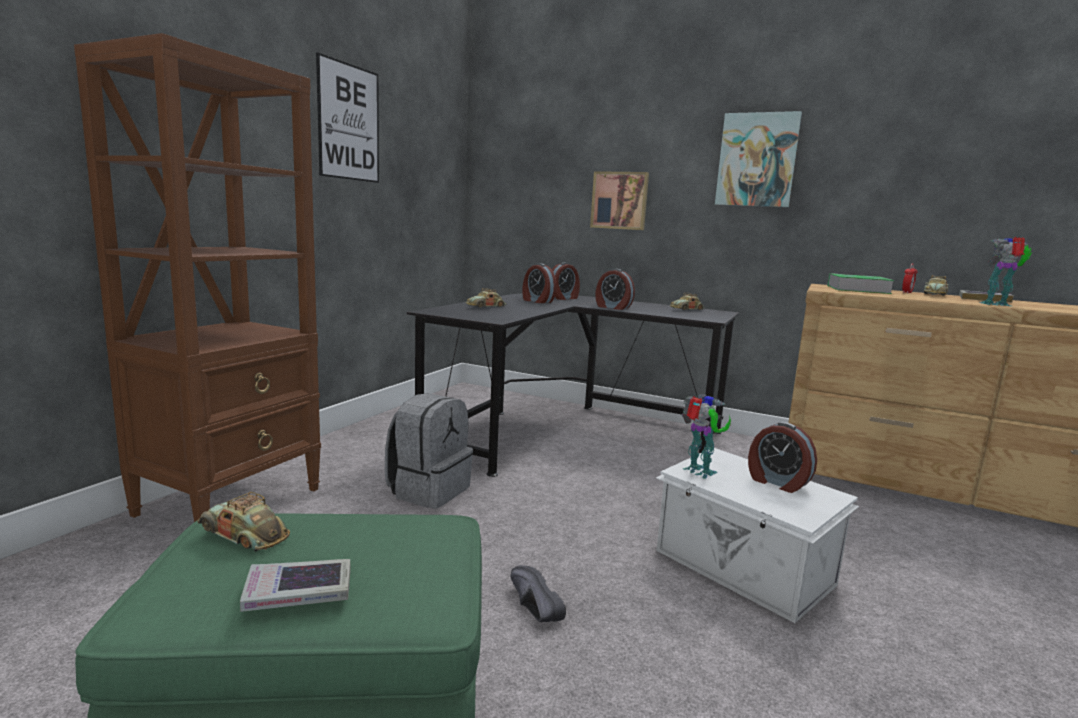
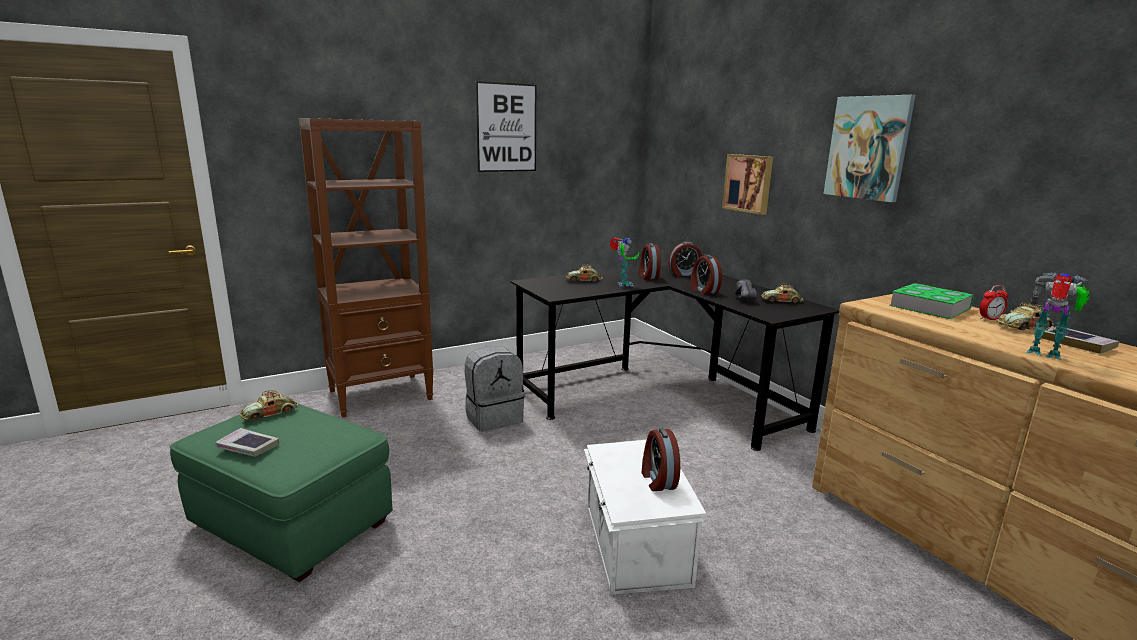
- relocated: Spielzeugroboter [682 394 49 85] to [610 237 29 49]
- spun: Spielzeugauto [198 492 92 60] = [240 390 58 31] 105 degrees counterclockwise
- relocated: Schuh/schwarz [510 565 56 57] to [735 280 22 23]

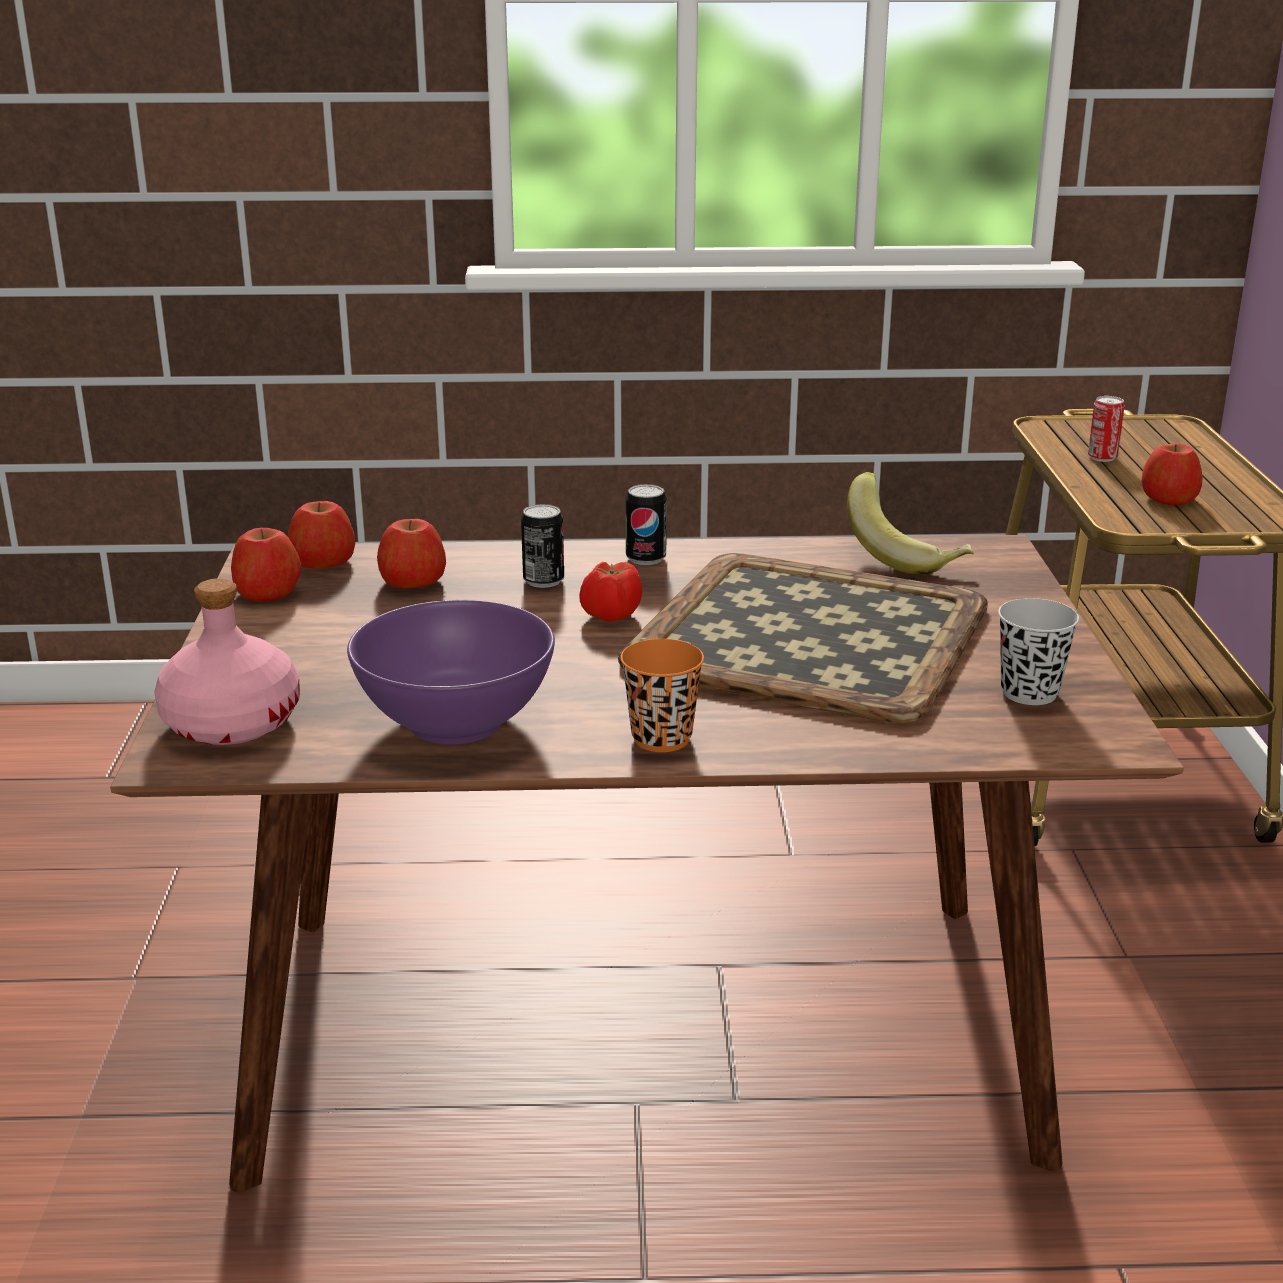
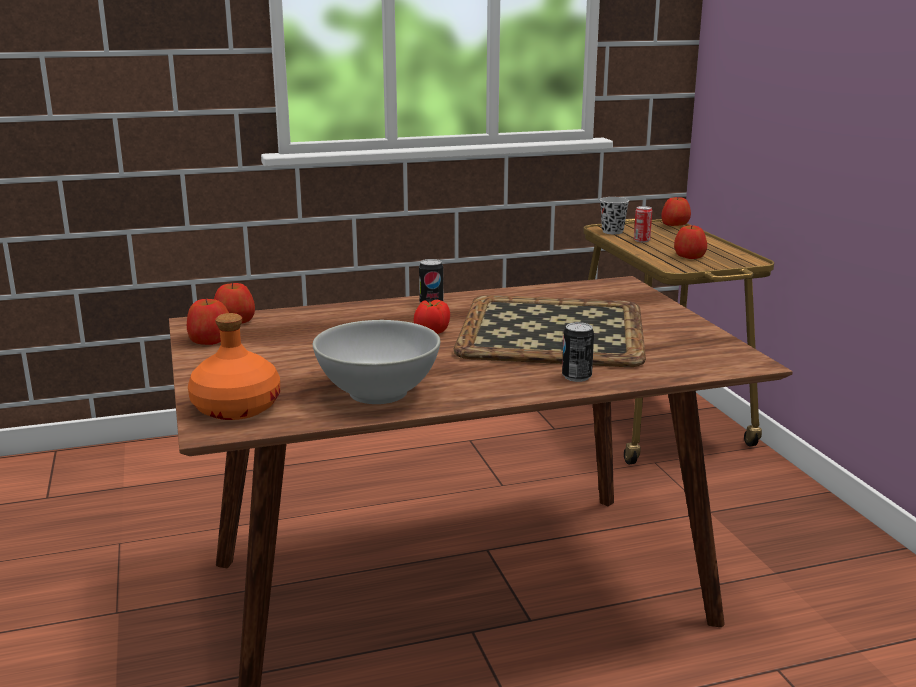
- missing: Banane [847 472 127 102]
- relocated: Dose [521 504 43 84] to [562 322 32 60]
- relocated: Apfel [377 519 69 69] to [661 197 30 29]
- colour: Flasche/rosa [154 578 146 167] to Flasche/orange [188 313 92 107]
- relocated: Tasse/schwarz [998 598 81 107] to [600 197 29 37]
- colour: Schüssel/lila [347 600 208 145] to Schüssel/weiß [313 320 127 84]
- missing: Tasse/orange [620 639 84 113]

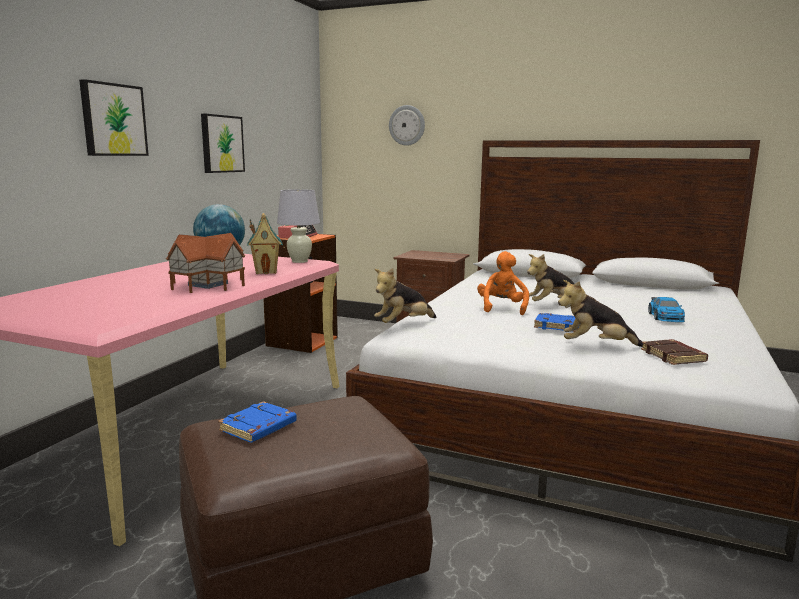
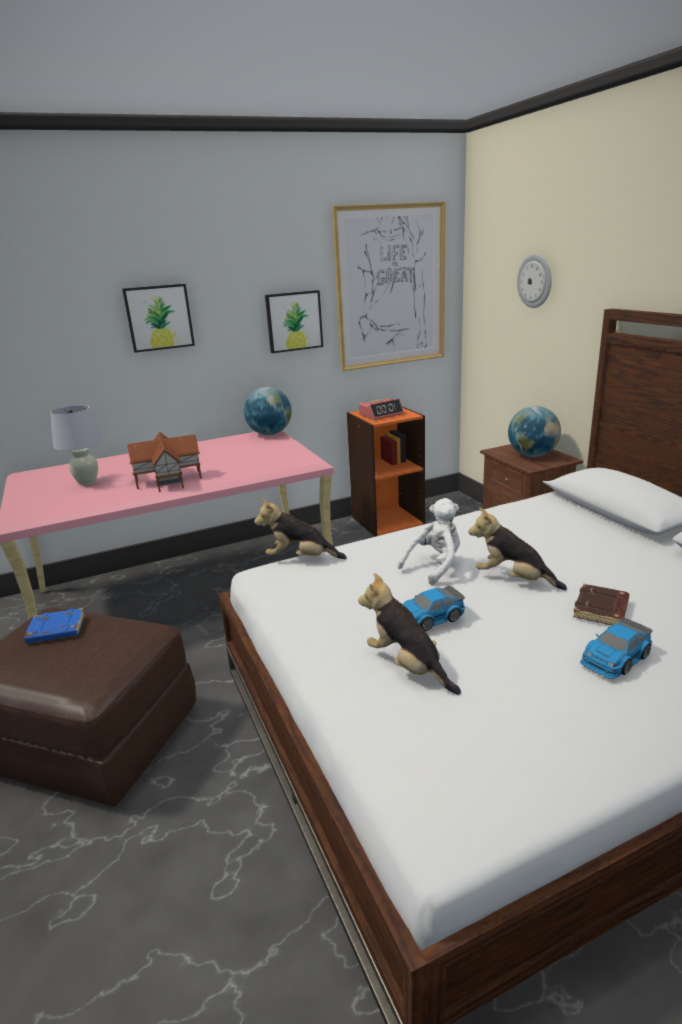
- relocated: Tischlampe/weiß [277 189 43 74] to [50 405 52 81]
- missing: Spielzeughaus [247 213 36 61]
- colour: Plüschtier/orange [477 251 52 64] to Plüschtier/weiß [398 498 62 87]
- exchanged: Buch/blau [534 313 45 19] to Spielzeugauto [403 586 62 45]
- relocated: Buch/braun [641 339 67 26] to [573 583 57 43]
- appeared: Bild [332 202 113 169]
- appeared: Globus [508 406 53 51]

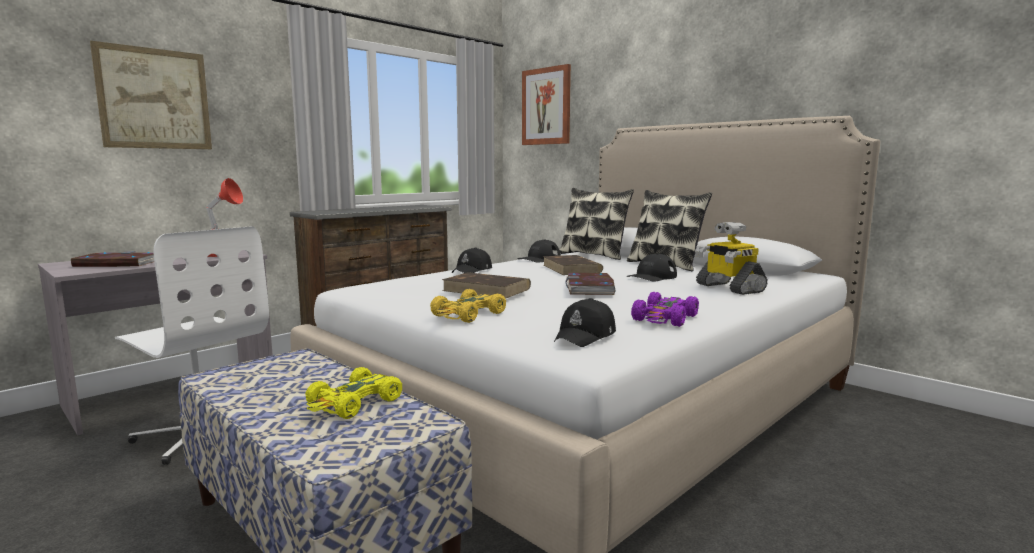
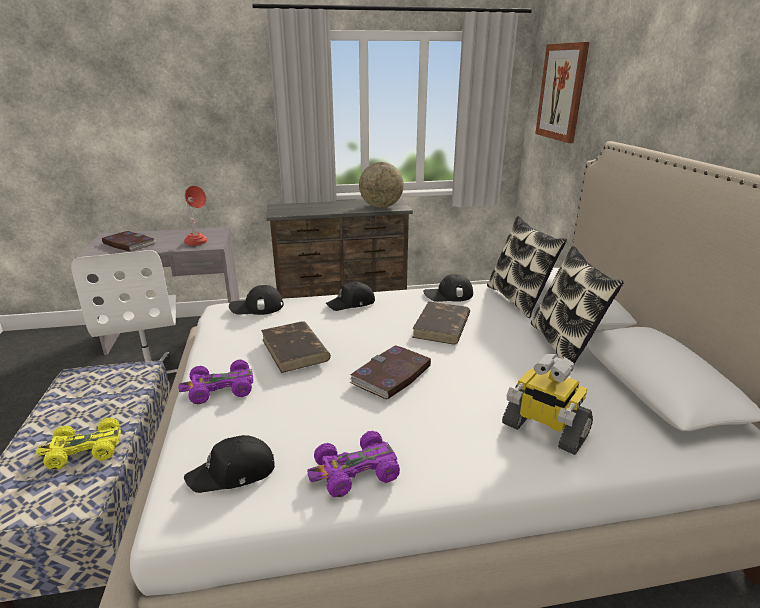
- missing: Bild [90 41 122 108]
- spun: Spielzeugroboter [695 222 73 73] = [502 354 91 101] 60 degrees counterclockwise
- relocated: Kappe/schwarz [626 253 51 29] to [229 285 55 30]
- colour: Spielzeugauto/gelb [430 289 76 34] to Spielzeugauto/lila [178 360 75 44]
- appeared: Globus [359 162 45 46]

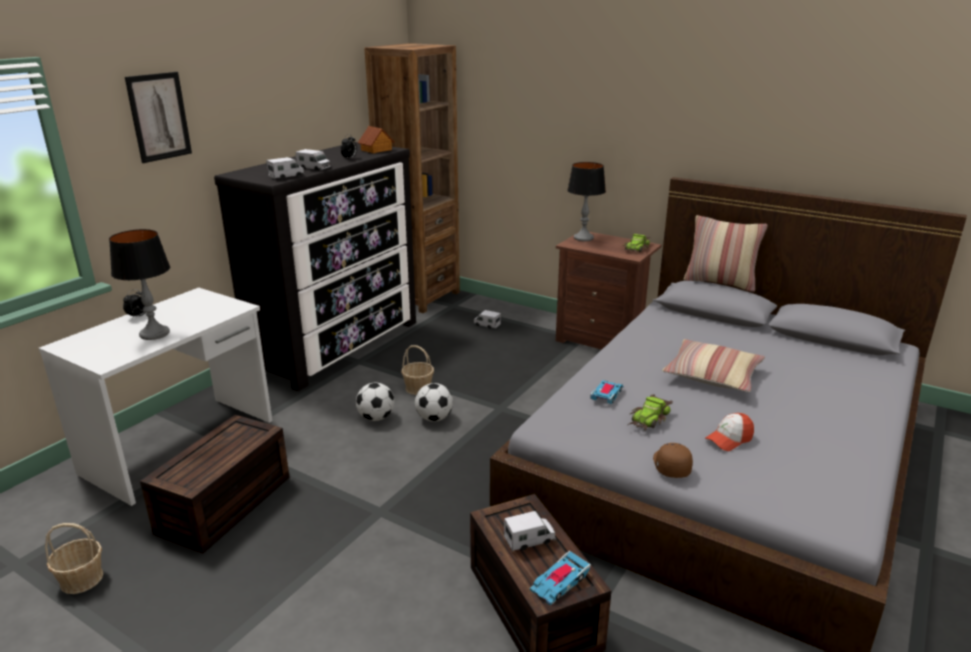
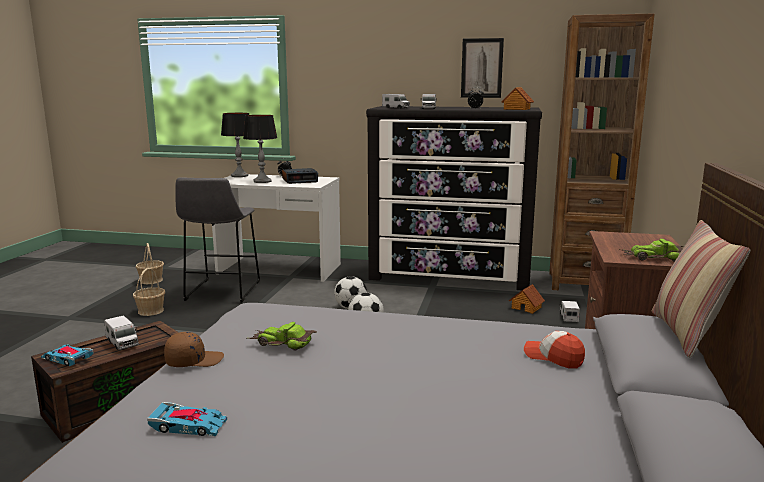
- relocated: Bild [125 72 67 91] to [461 38 43 60]
- relocated: Tischlampe [567 162 39 79] to [221 113 28 64]
- missing: Kissen [662 339 103 53]
- relocated: Korb [401 345 33 50] to [133 268 32 48]
- relocated: Spielzeugauto [590 380 34 24] to [147 402 80 34]
- relocated: Kappe [705 413 49 38] to [524 331 61 38]
- exchanged: Aufbewahrungsbox/braun [140 415 150 138] to Hocker/grau [175 177 85 126]
- appeared: Wecker [282 168 36 16]
- appeared: Spielzeughaus [509 284 36 30]

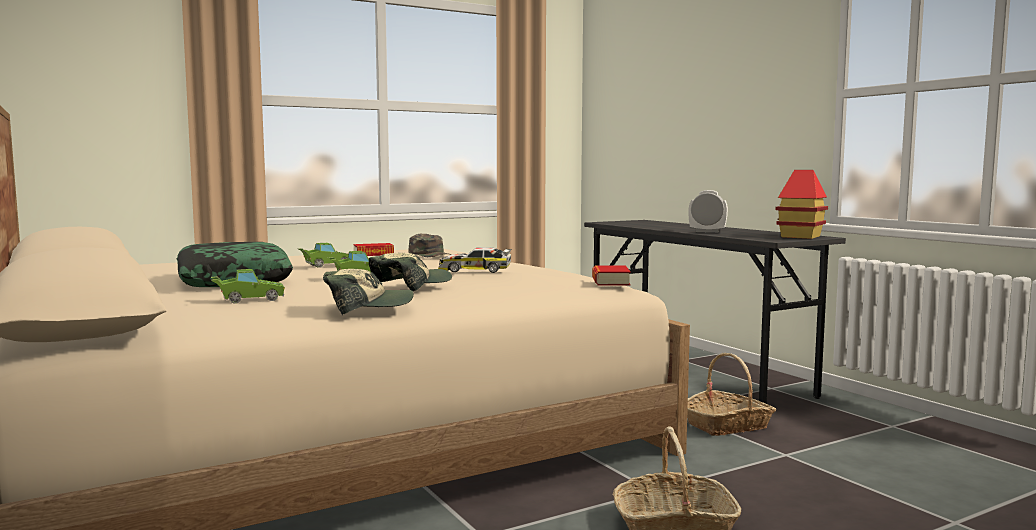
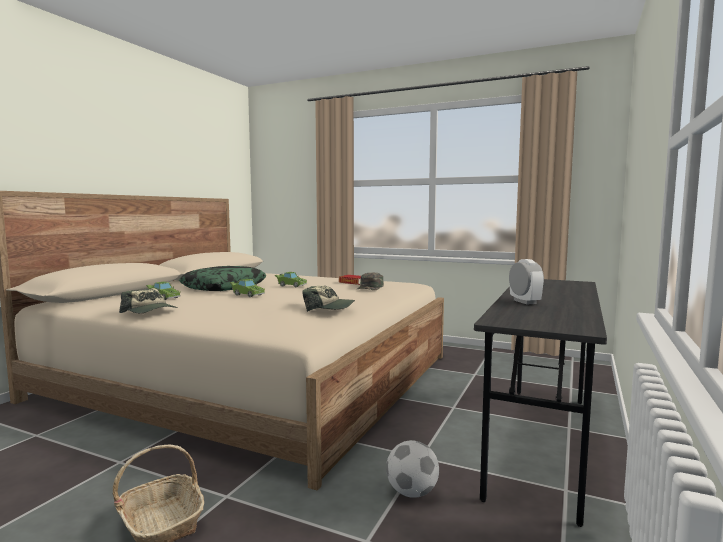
- missing: Spielzeughaus [775 170 53 69]
- missing: Spielzeugauto [438 247 74 26]
- relocated: Kappe [369 253 83 38] to [302 285 53 27]
- missing: Buch [592 265 39 21]
- exchanged: Korb [687 353 90 83] to Fußball [386 440 53 58]

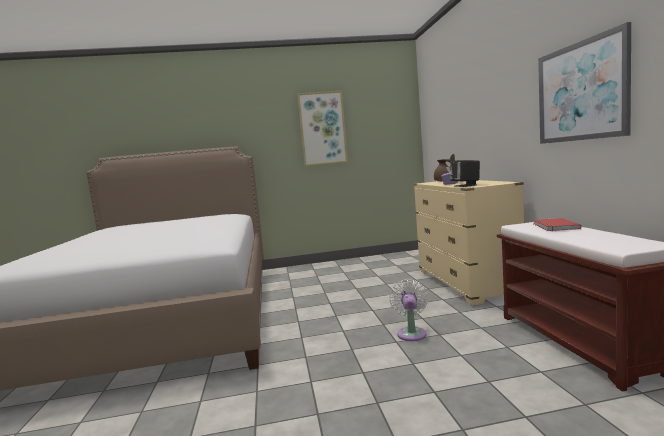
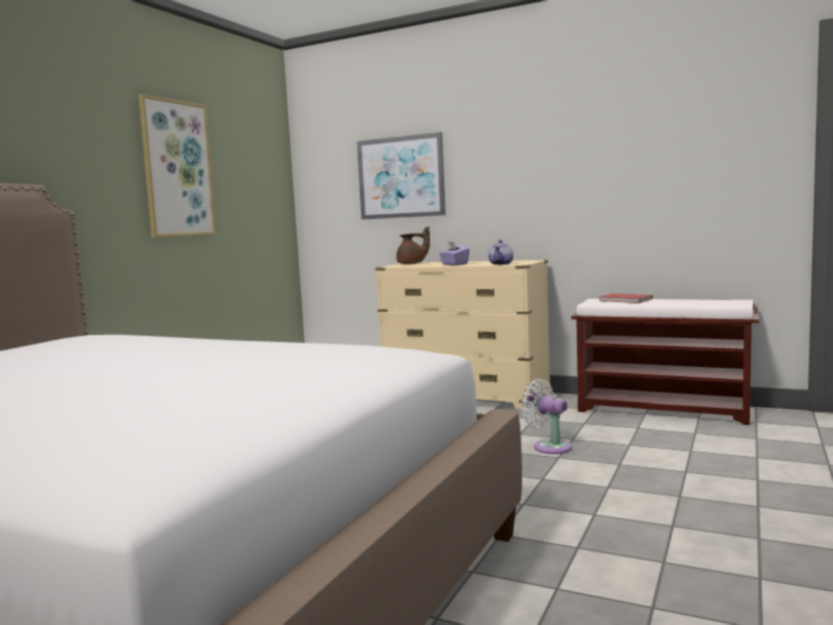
- relocated: Bild [538 22 93 122] to [357 132 89 88]
- exchanged: Lautsprecher/schwarz [450 160 30 27] to Teekanne [488 240 26 25]

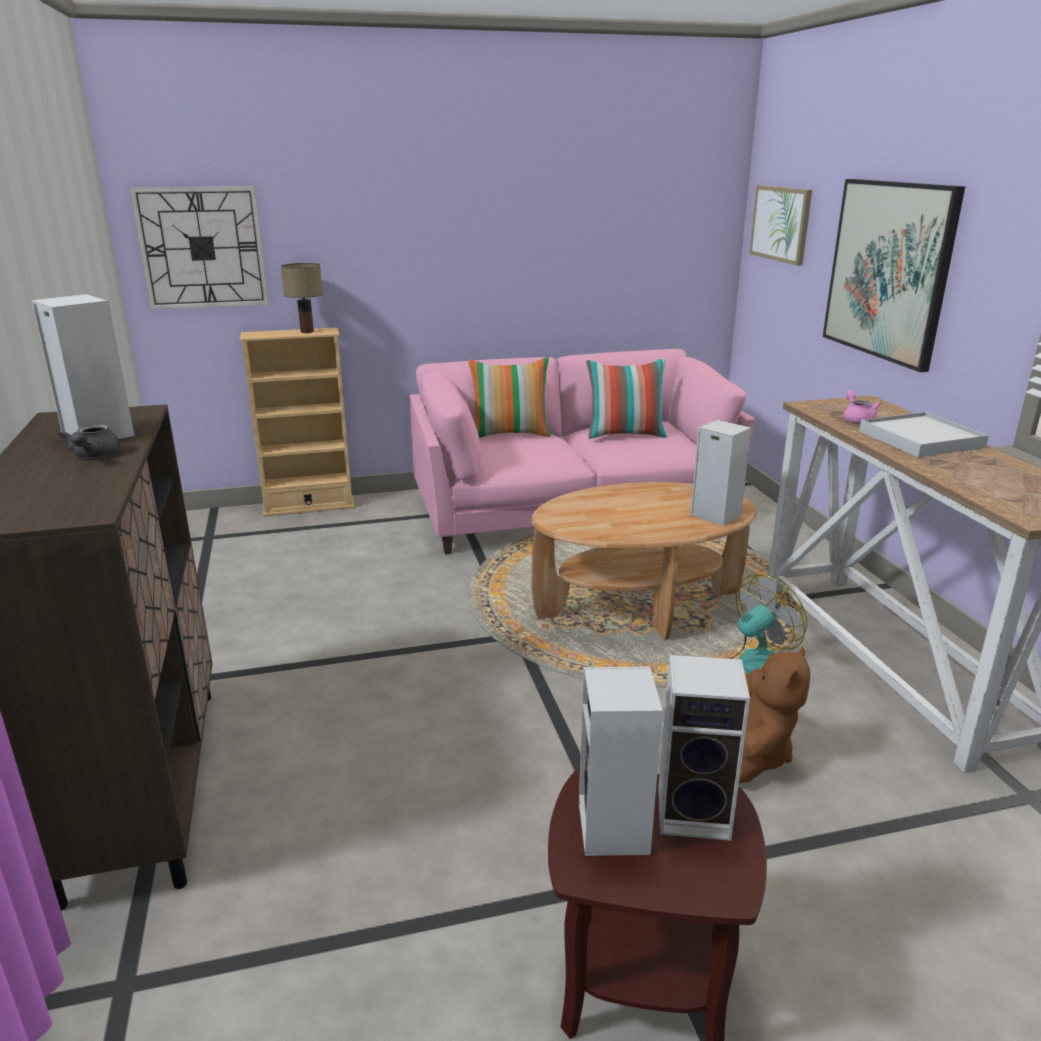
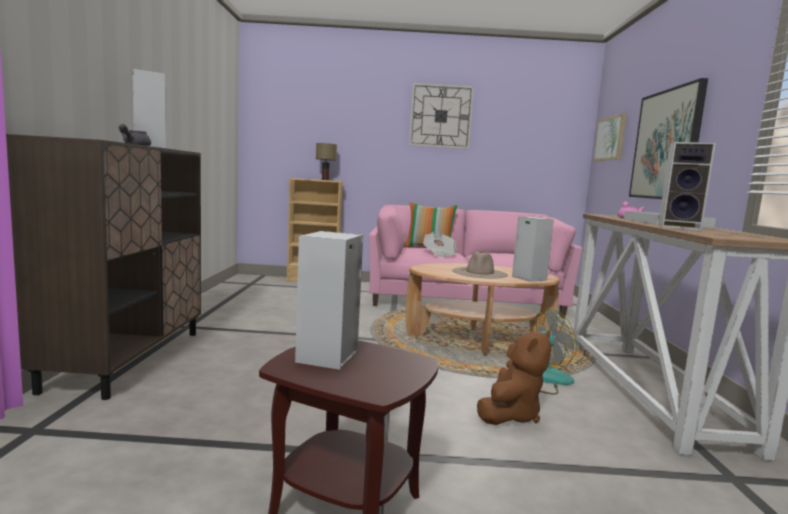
- relocated: Wanduhr [130 186 138 124] to [409 83 65 66]
- missing: Kissen [586 358 81 81]
- relocated: Lautsprecher [658 655 92 186] to [658 142 58 88]
- appeared: Zeitung [423 232 33 25]
- appeared: Hut/beige [452 252 56 27]

